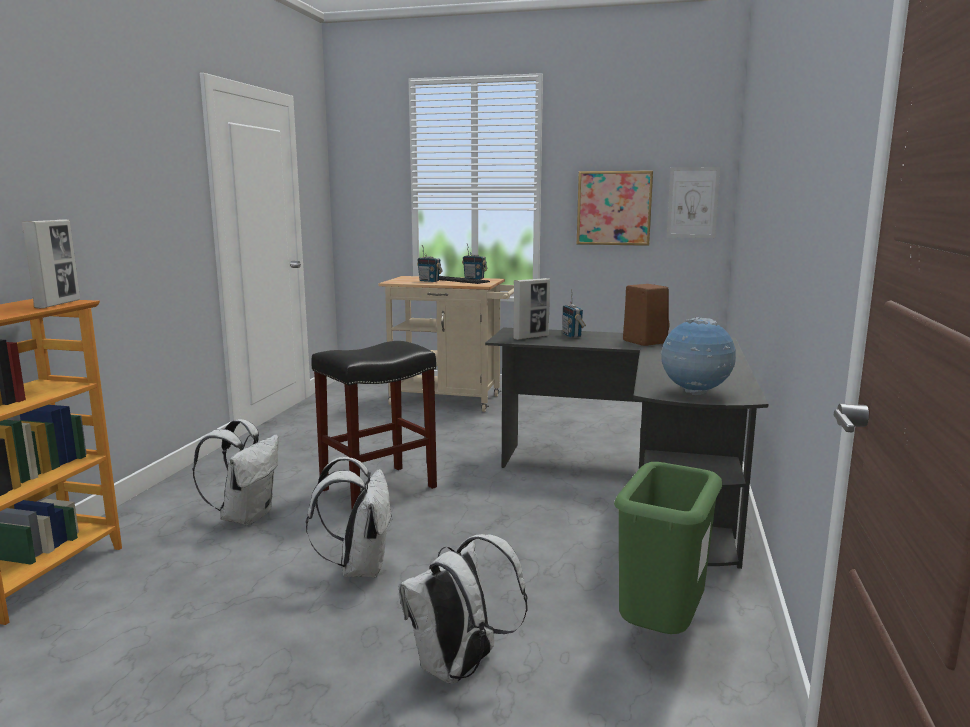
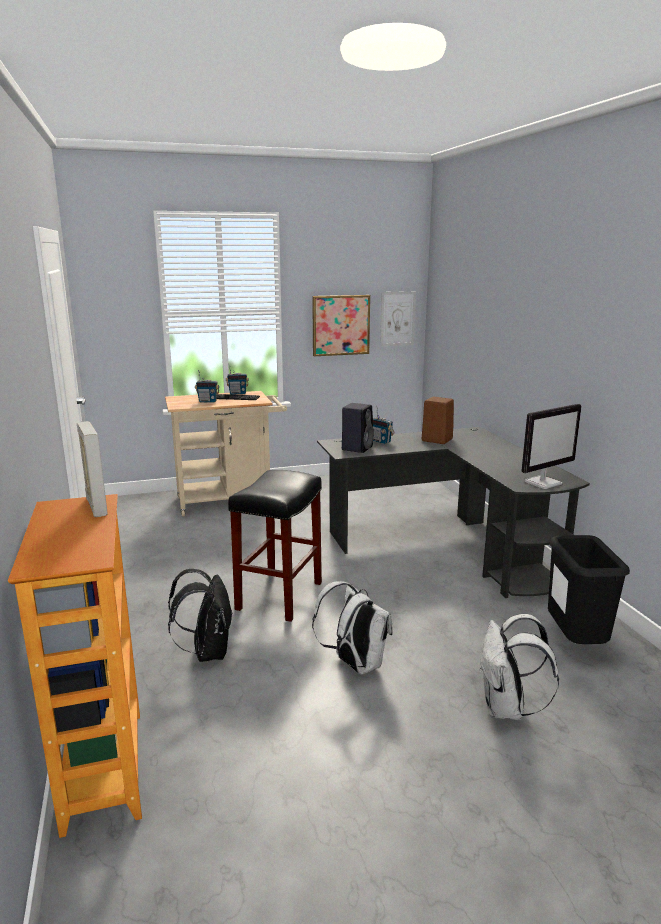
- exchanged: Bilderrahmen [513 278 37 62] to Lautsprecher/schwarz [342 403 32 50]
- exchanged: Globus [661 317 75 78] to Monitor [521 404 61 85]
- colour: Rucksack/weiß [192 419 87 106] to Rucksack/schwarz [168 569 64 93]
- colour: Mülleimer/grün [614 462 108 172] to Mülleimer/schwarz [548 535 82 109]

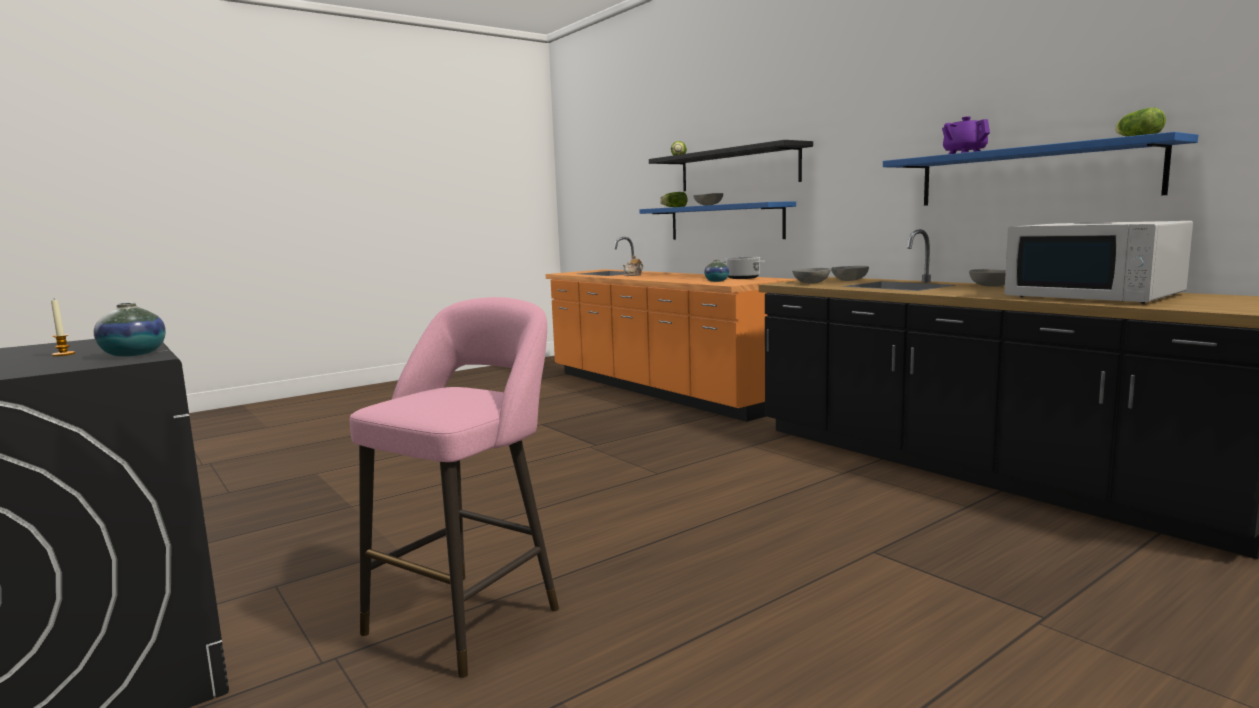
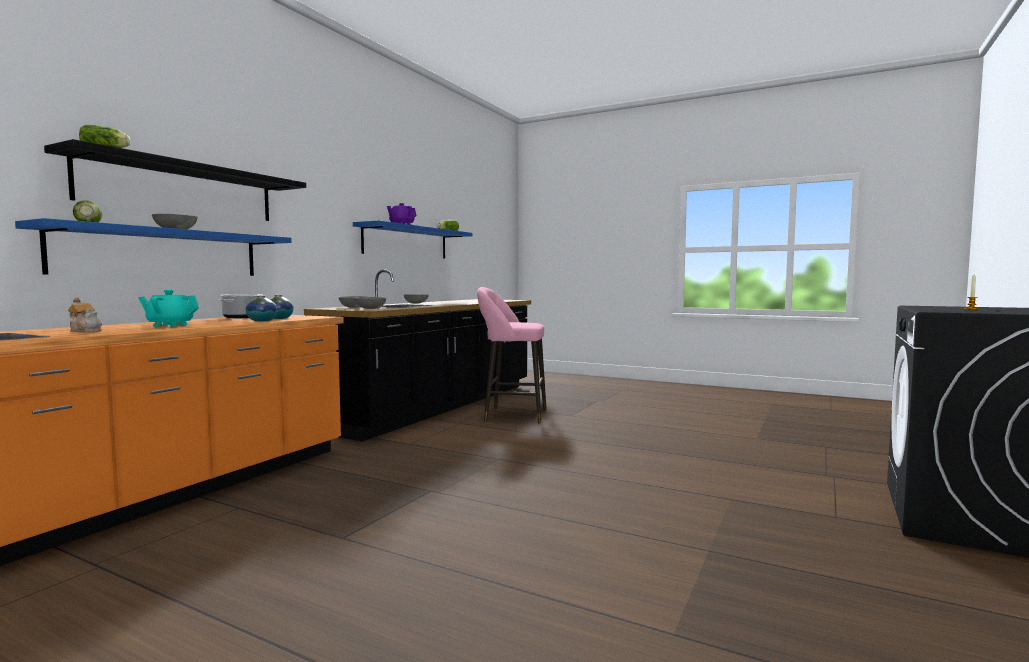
- missing: Mikrowelle/weiß [1004 221 189 82]
- relocated: Hocker/rosa [350 297 209 381] to [477 287 70 136]
- relocated: Vase [94 303 72 54] to [246 296 31 25]
- appeared: Teekanne/türkis [138 290 61 36]

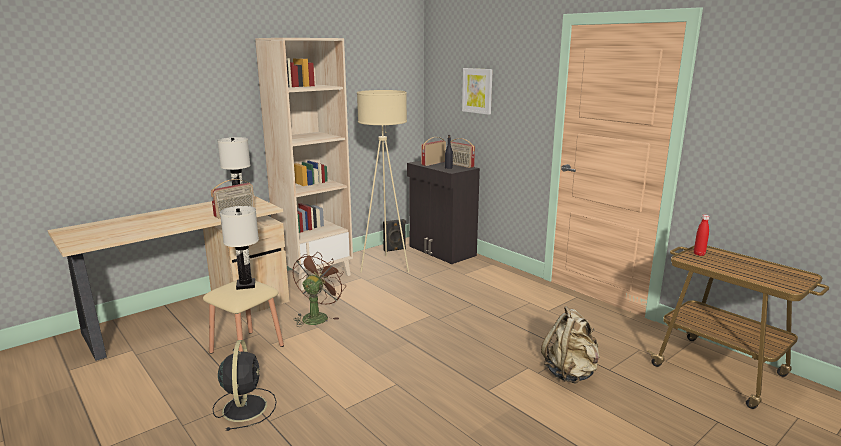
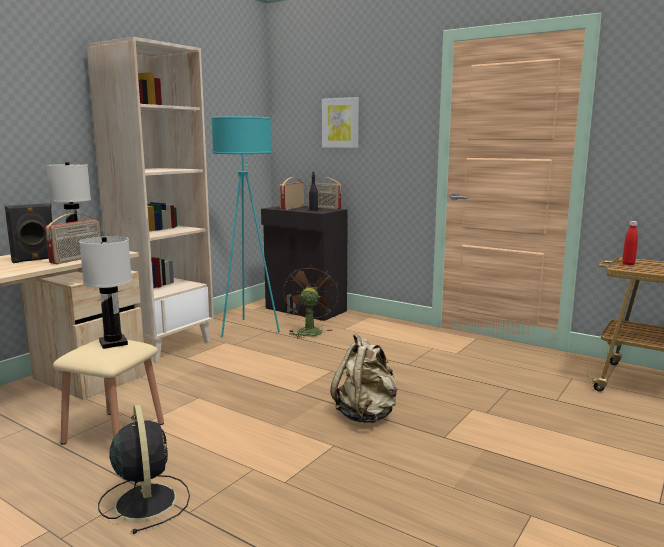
- colour: Stehlampe/beige [357 90 52 183] to Stehlampe/türkis [211 116 69 222]
- relocated: Lautsprecher/schwarz [383 219 23 33] to [5 203 48 60]
- relocated: Ventilator/braun [292 252 54 75] to [283 266 55 73]
- relocated: Rucksack/beige [541 306 58 77] to [330 333 68 90]

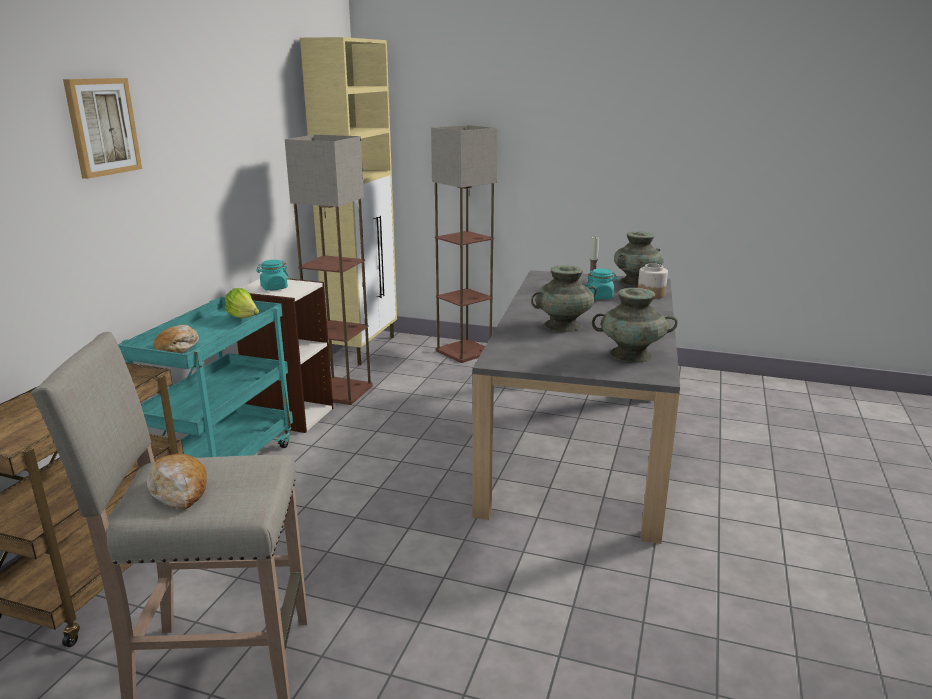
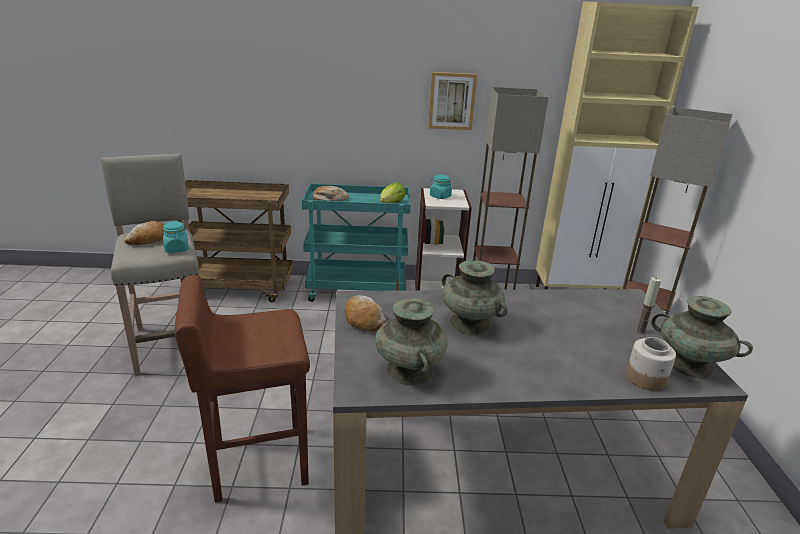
- relocated: Bild [63 78 79 101] to [428 72 49 58]
- relocated: Vorratsglas/türkis [586 269 32 30] to [163 221 26 32]
- appeared: Hocker/braun [175 275 135 228]
- appeared: Brot [345 295 41 37]

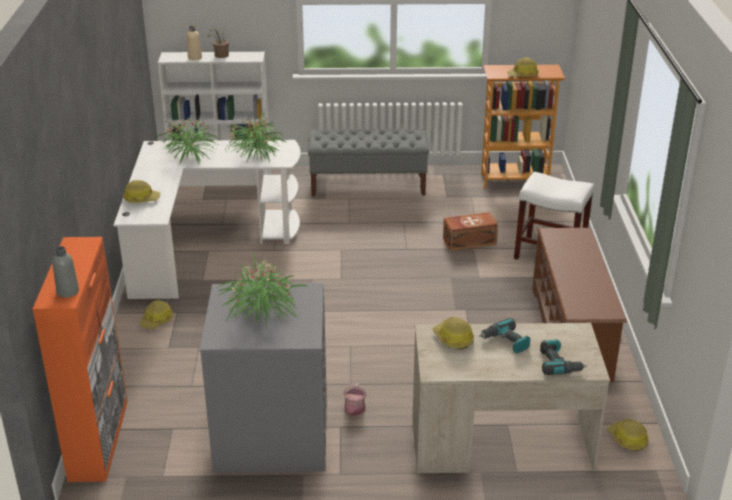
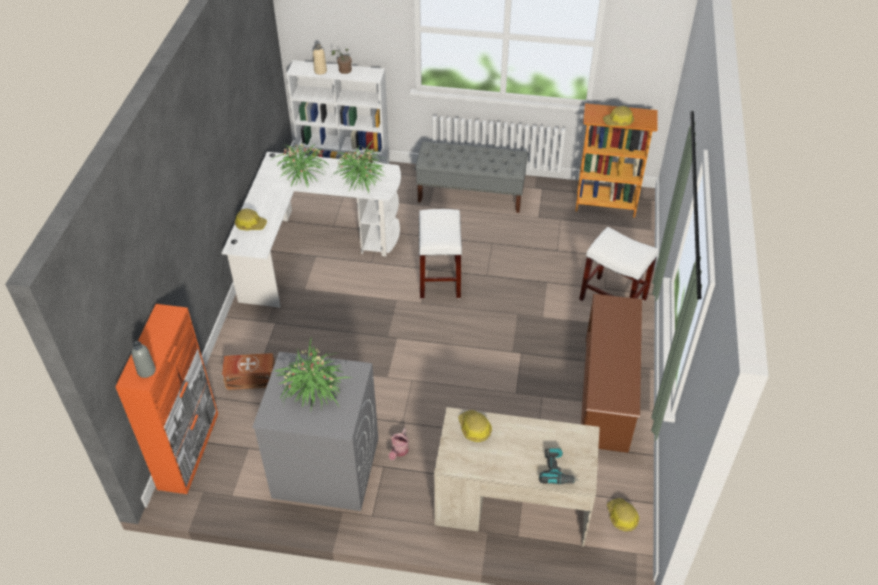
- relocated: Aufbewahrungsbox/braun [443 212 55 39] to [222 353 53 37]
- missing: Schutzhelm [140 300 33 29]
- missing: Bohrmaschine [479 318 51 36]
- appeared: Hocker/weiß [419 209 43 90]

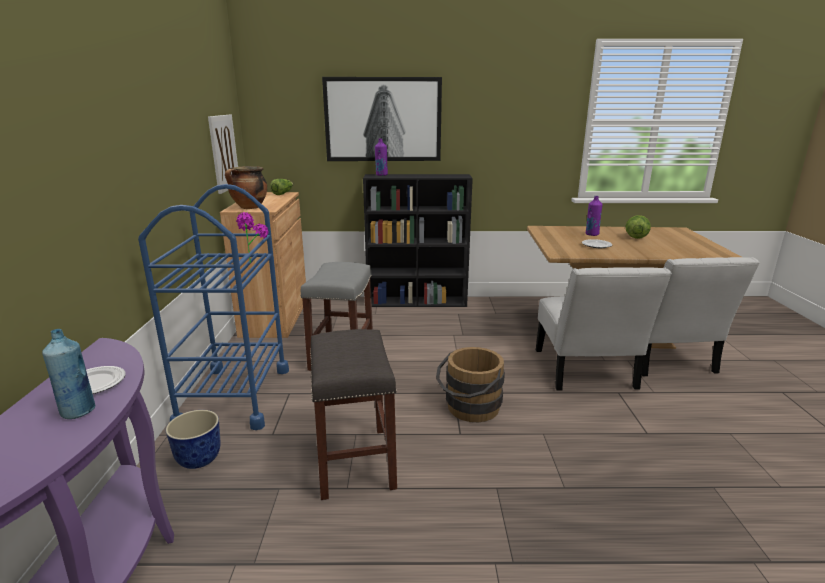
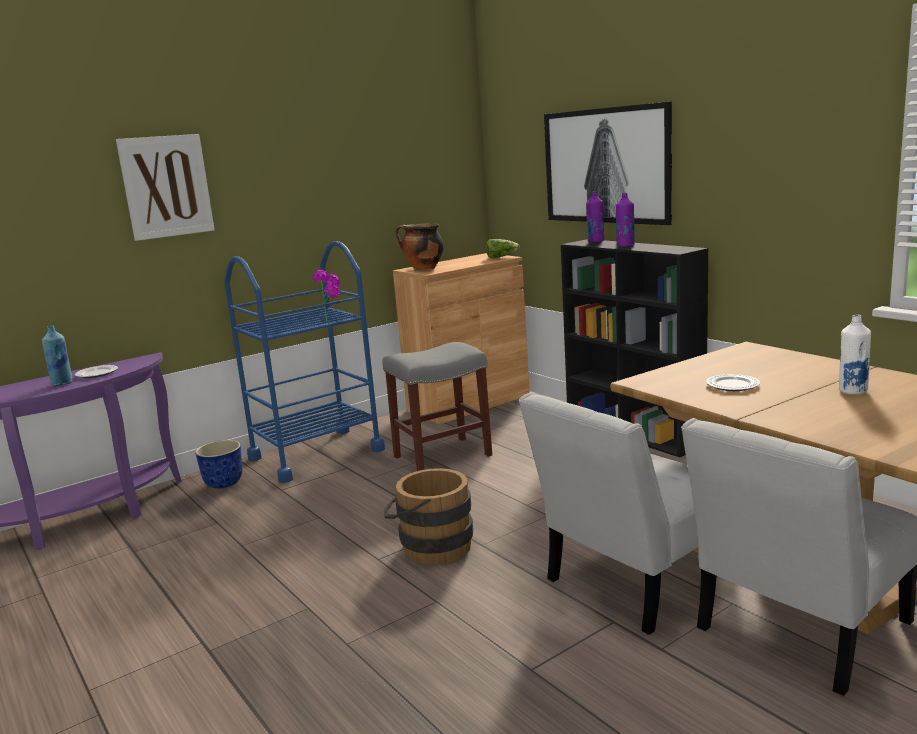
- relocated: Bild [208 115 30 79] to [116 134 99 107]
- relocated: Flasche/lila [586 196 17 40] to [616 193 19 54]
- exchanged: Salatkopf [626 215 25 24] to Flasche/weiß [839 315 32 80]
- missing: Hocker/grau [310 329 87 171]

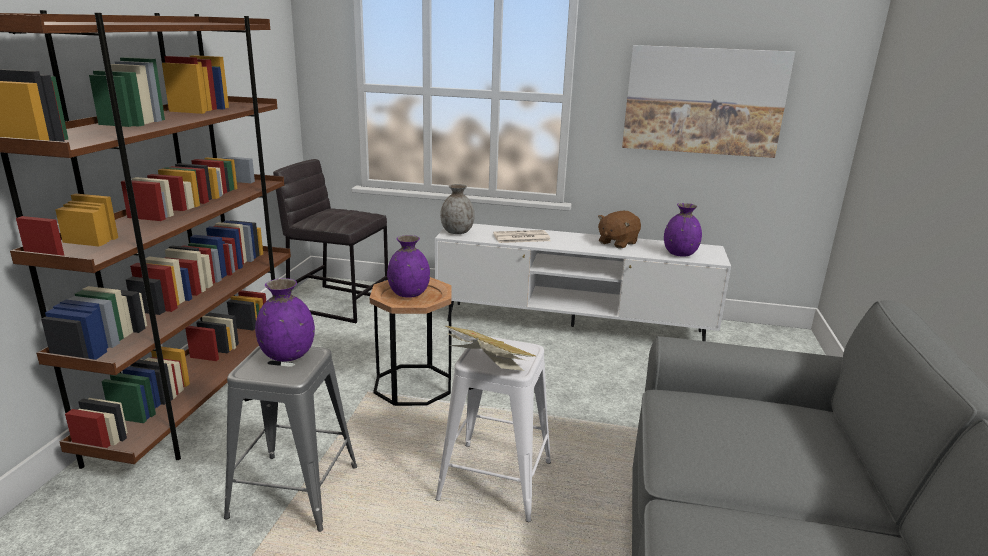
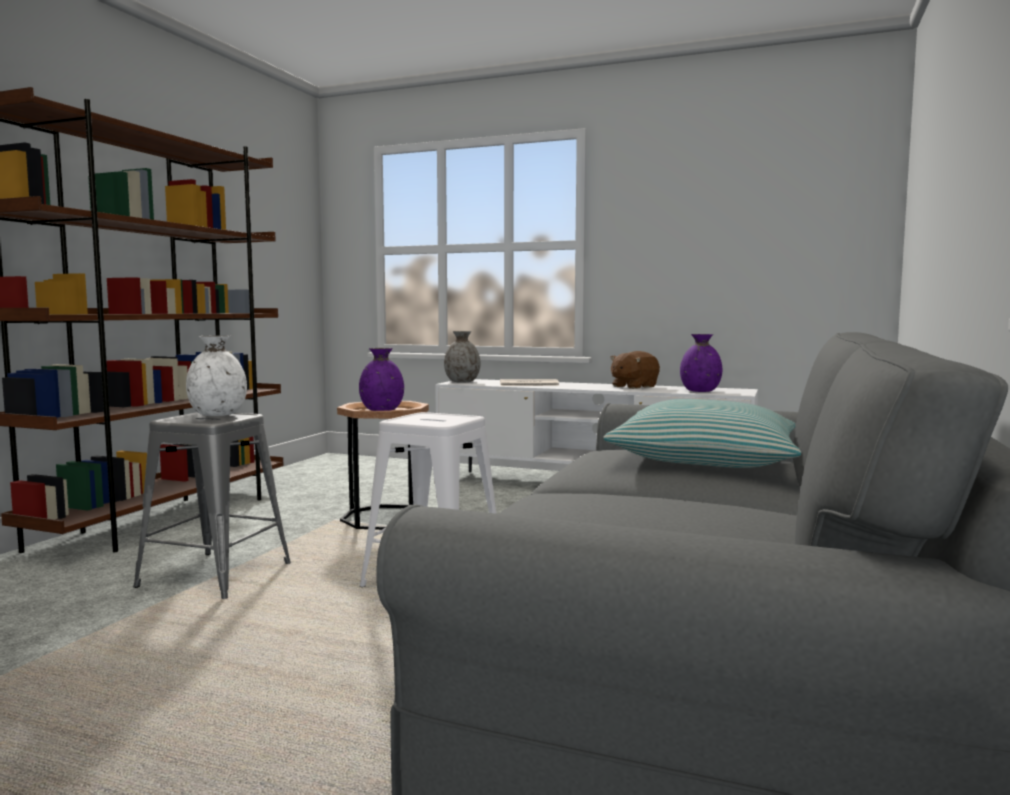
- missing: Bild [622 45 173 113]
- missing: Hocker/grau [273 159 115 164]
- colour: Vase/lila [255 278 60 84] to Vase/weiß [186 335 61 81]
- missing: Buch [446 326 90 45]
- appeared: Kissen [603 399 198 69]

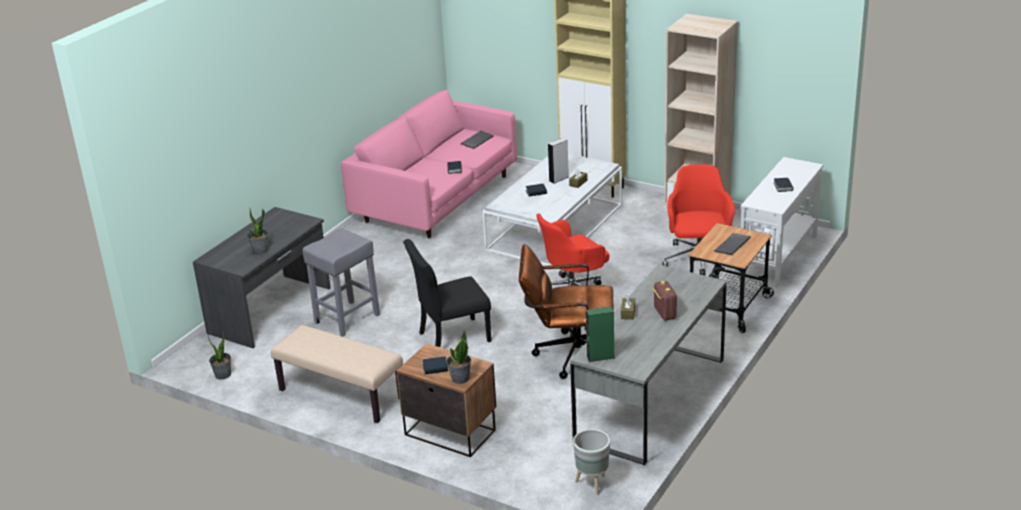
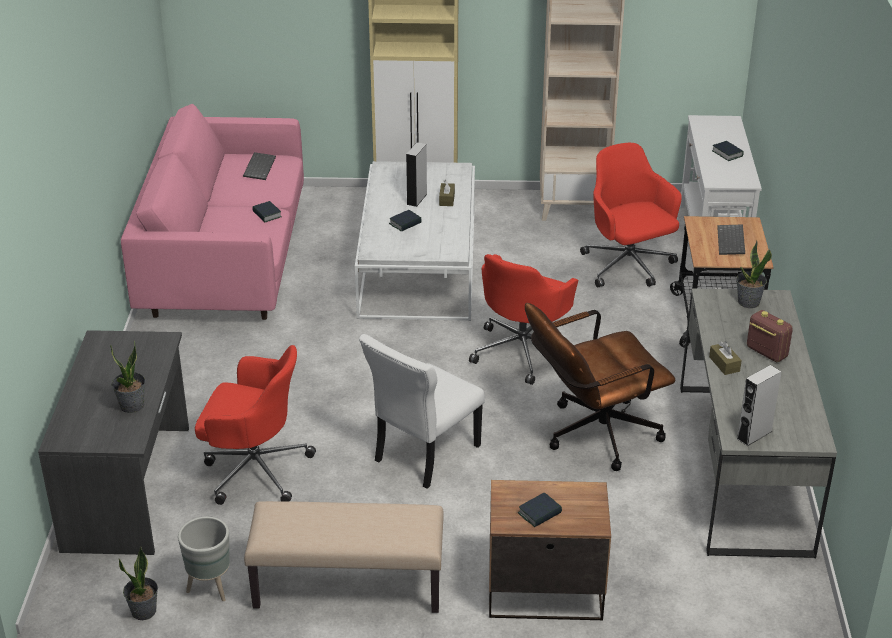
- exchanged: Hocker/grau [303 228 77 109] to Bürostuhl/rot [195 345 121 160]
- colour: Stuhl/schwarz [403 239 88 108] to Stuhl/weiß [359 334 126 155]
- colour: Lautsprecher/grün [586 307 29 55] to Lautsprecher/grau [737 365 44 81]
- relocated: Topfpflanze [446 330 25 54] to [736 241 36 67]
- relocated: Pflanzkübel/grau [573 429 37 66] to [178 517 52 84]

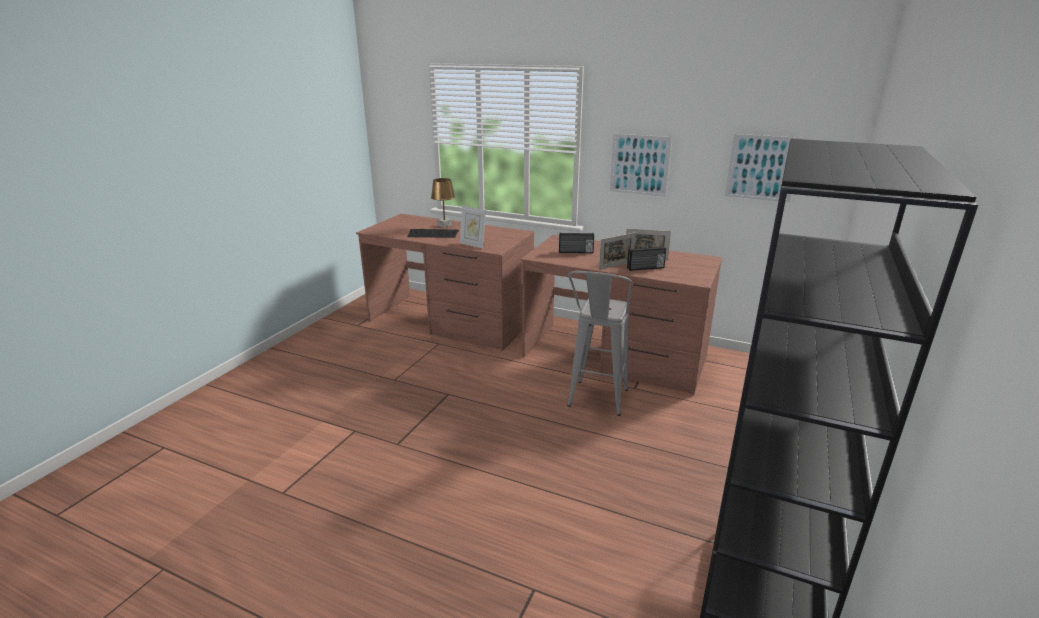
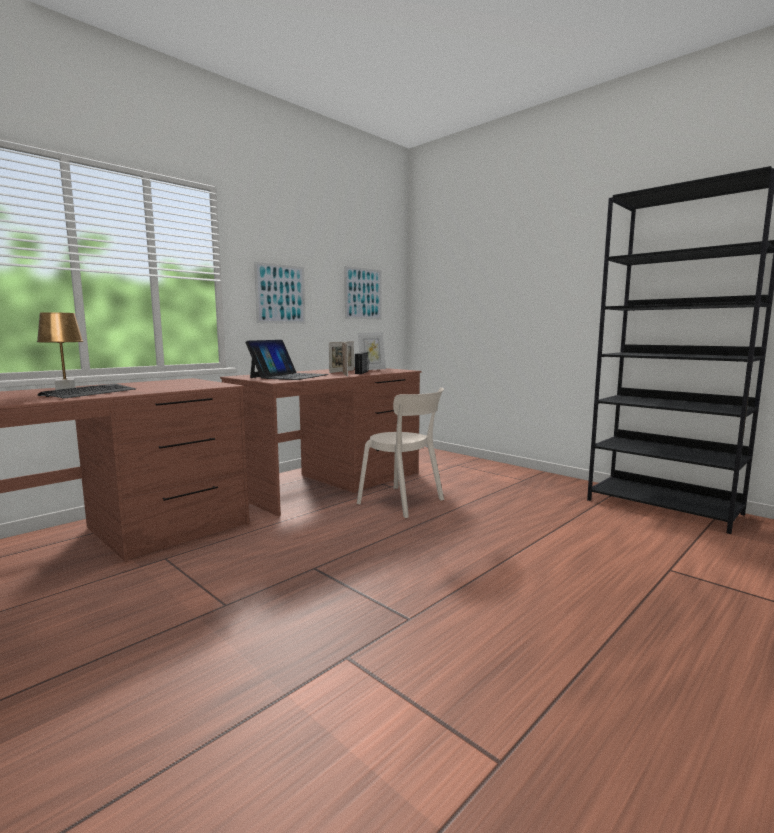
- relocated: Bilderrahmen [460 206 26 42] to [358 333 28 37]
- exchanged: Radio [559 232 35 21] to Laptop [245 340 84 40]
- exchanged: Hocker/grau [567 271 65 145] to Stuhl/beige [357 388 87 130]

